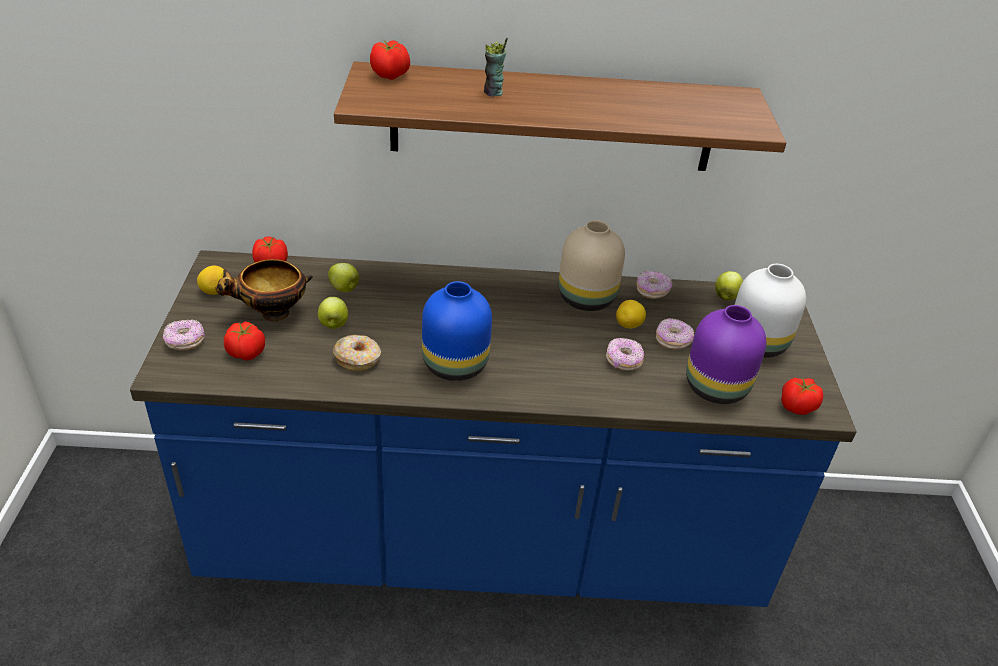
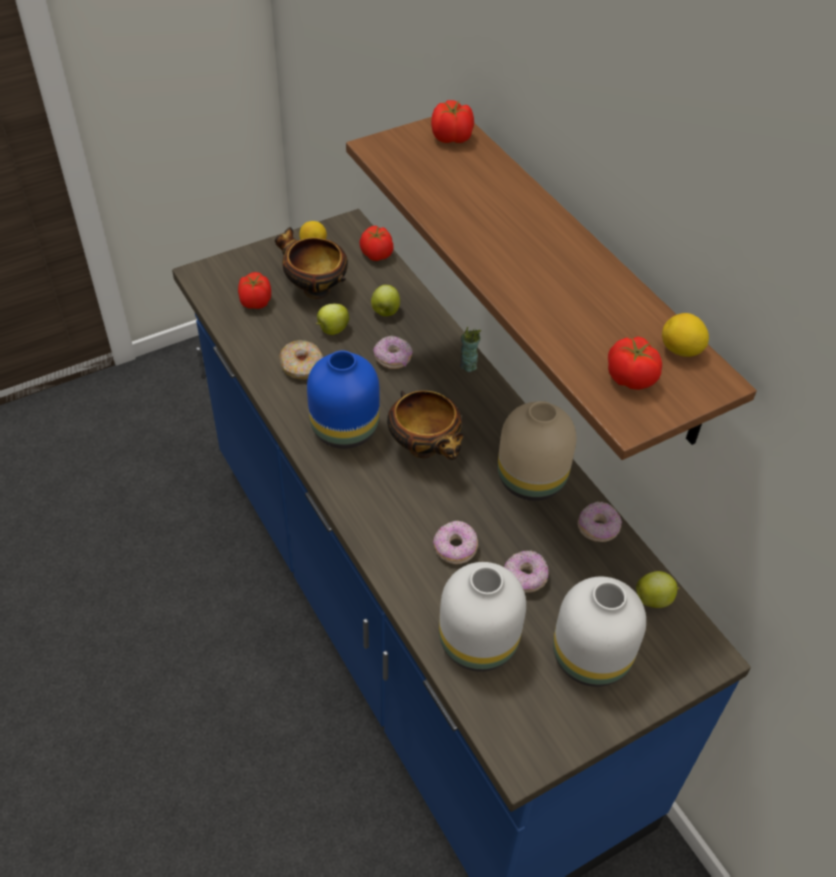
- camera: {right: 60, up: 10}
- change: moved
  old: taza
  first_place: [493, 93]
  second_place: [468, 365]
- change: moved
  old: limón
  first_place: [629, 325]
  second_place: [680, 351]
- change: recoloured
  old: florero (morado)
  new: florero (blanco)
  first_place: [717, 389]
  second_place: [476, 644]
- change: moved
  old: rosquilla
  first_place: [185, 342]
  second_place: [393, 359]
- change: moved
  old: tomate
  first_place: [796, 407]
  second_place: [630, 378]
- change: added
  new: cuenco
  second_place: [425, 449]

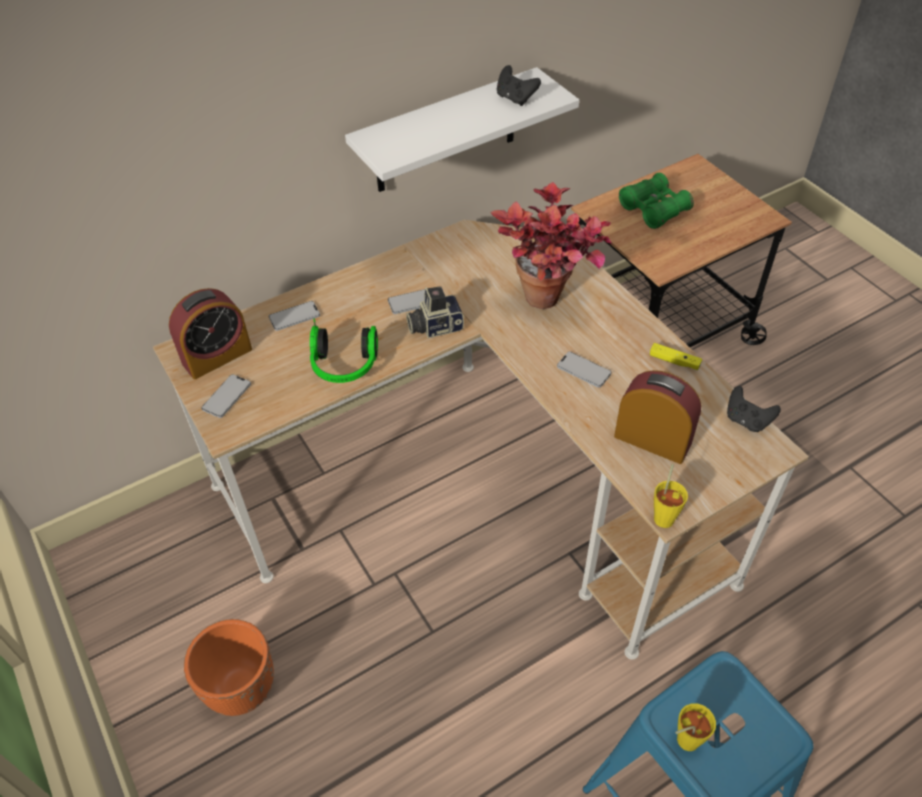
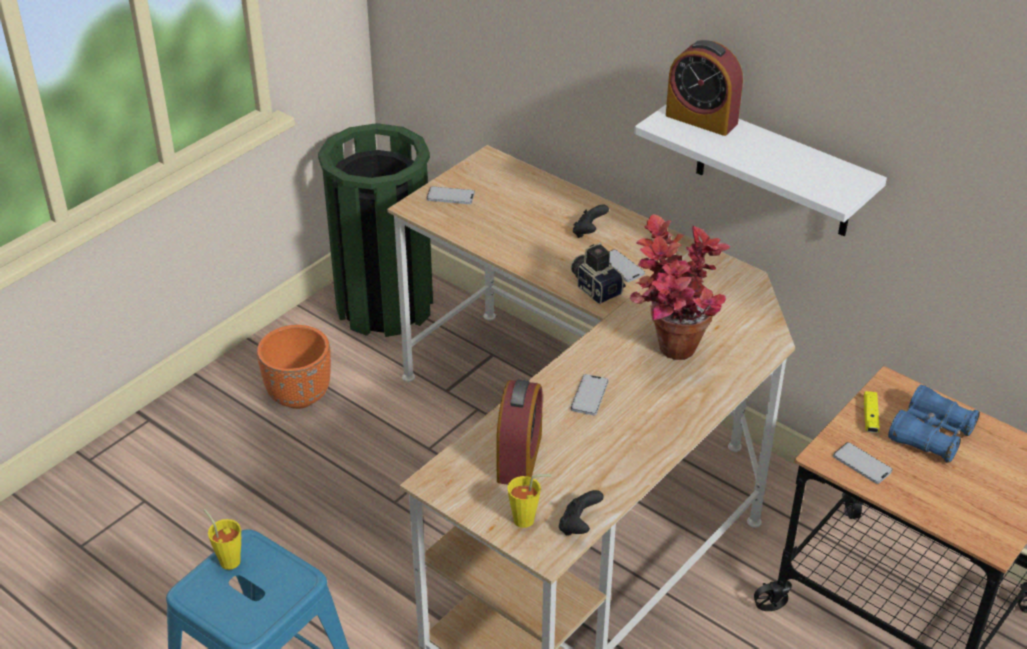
- camera: {right: 70, up: -10}
- change: moved
  old: mando de consola (negro)
  first_place: [515, 98]
  second_place: [588, 232]
- change: recoloured
  old: prismáticos (verde)
  new: prismáticos (azul)
  first_place: [654, 209]
  second_place: [930, 435]
- change: moved
  old: despertador
  first_place: [217, 356]
  second_place: [701, 119]
- change: moved
  old: móvil
  first_place: [294, 316]
  second_place: [862, 464]
- change: removed
  old: auriculares
  first_place: [344, 366]
- change: moved
  old: mando de consola (amarillo)
  first_place: [674, 361]
  second_place: [870, 417]
- change: moved
  old: taza (amarillo)
  first_place: [665, 515]
  second_place: [529, 520]
- change: added
  new: papelera (verde)
  second_place: [385, 306]

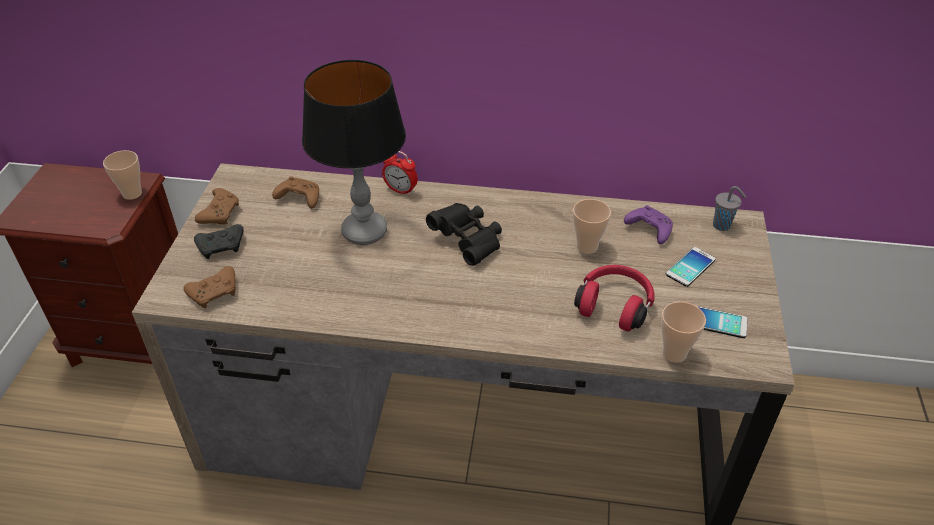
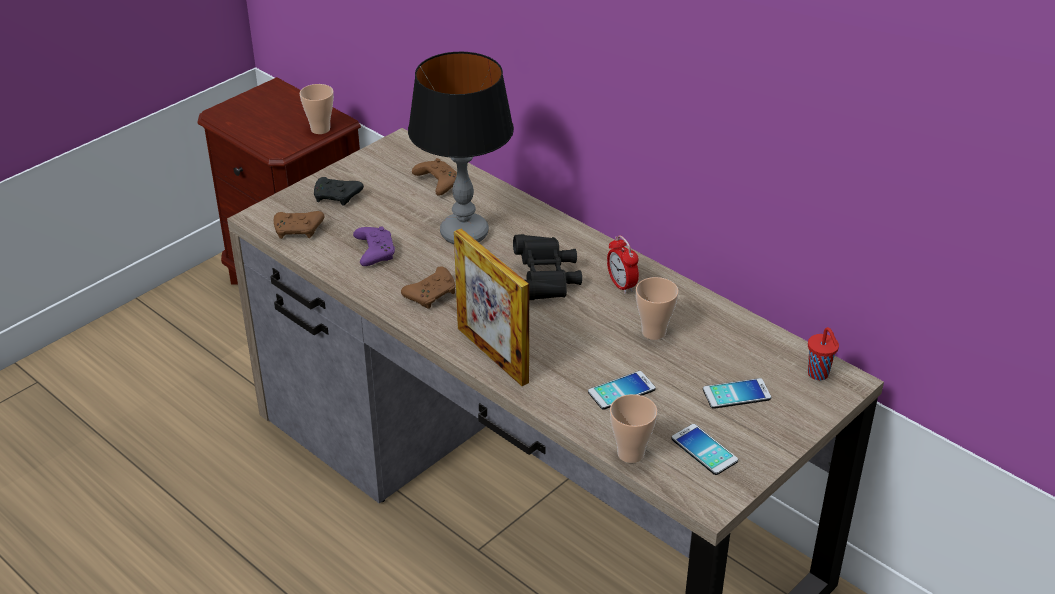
- camera: {right: 35, up: -5}
- change: moved
  old: despertador
  first_place: [401, 190]
  second_place: [621, 285]
- change: recoloured
  old: taza (gris)
  new: taza (rojo)
  first_place: [722, 226]
  second_place: [819, 374]
- change: moved
  old: mando de consola (marrón)
  first_place: [220, 213]
  second_place: [432, 294]
- change: moved
  old: mando de consola (morado)
  first_place: [648, 229]
  second_place: [374, 252]
- change: replaced
  old: auriculares (rojo)
  new: móvil
  first_place: [614, 305]
  second_place: [621, 391]
- change: added
  new: portarretratos
  second_place: [492, 355]

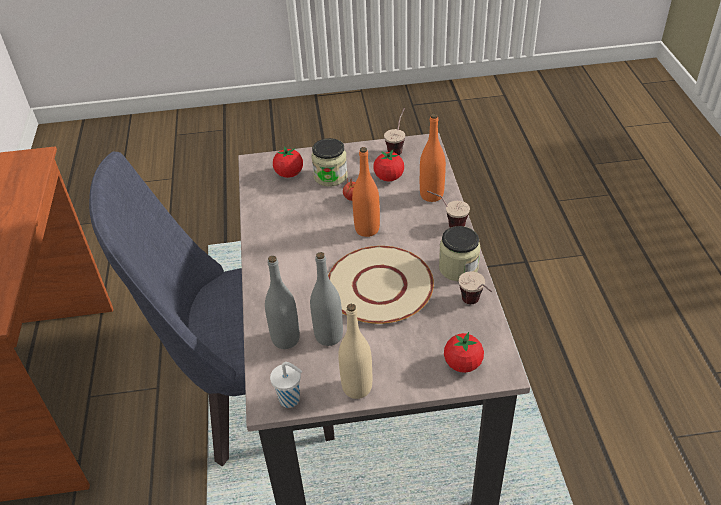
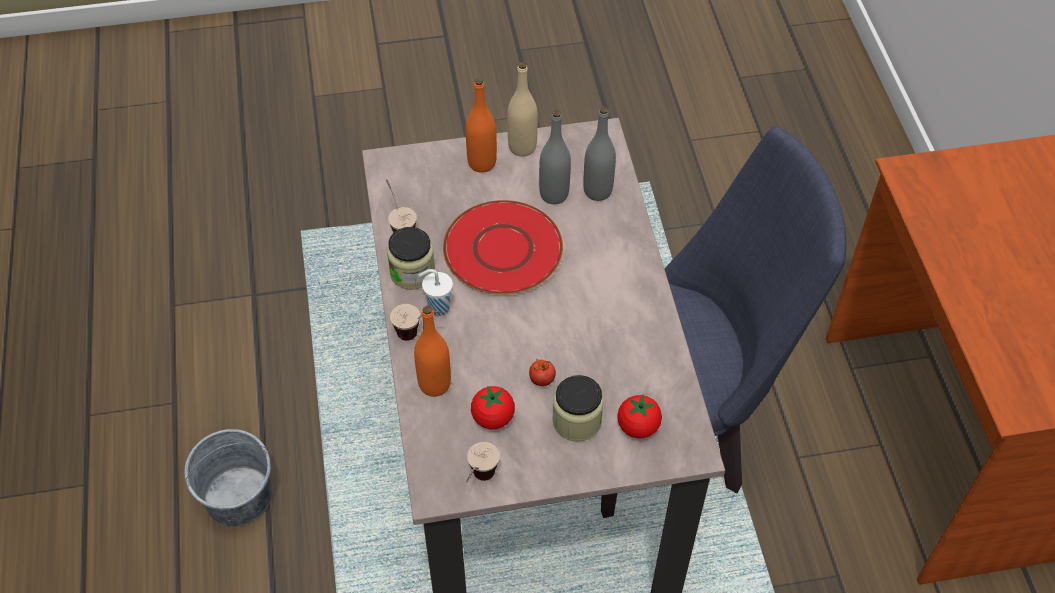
- camera: {right: 175, up: 10}
- change: moved
  old: botella (naranja)
  first_place: [367, 229]
  second_place: [482, 163]
- change: recoloured
  old: plato (beis)
  new: plato (rojo)
  first_place: [379, 286]
  second_place: [503, 250]
- change: removed
  old: tomate
  first_place: [462, 364]
- change: moved
  old: taza (blanco)
  first_place: [291, 400]
  second_place: [437, 307]
- change: added
  new: cubo (gris)
  second_place: [239, 496]

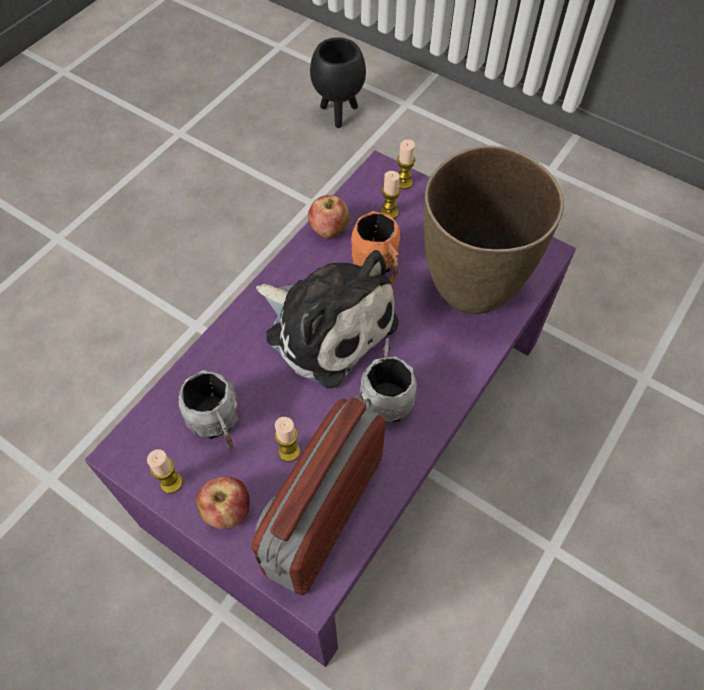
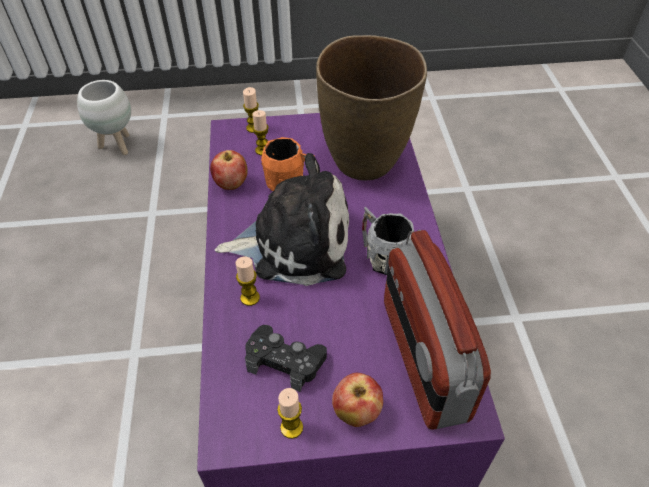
- camera: {right: -40, up: -10}
- change: recoloured
  old: maceta (negro)
  new: maceta (blanco)
  first_place: [338, 114]
  second_place: [117, 146]
- change: replaced
  old: taza grande (gris)
  new: mando de consola (negro)
  first_place: [217, 426]
  second_place: [285, 361]
- change: moved
  old: vela
  first_place: [289, 451]
  second_place: [250, 298]

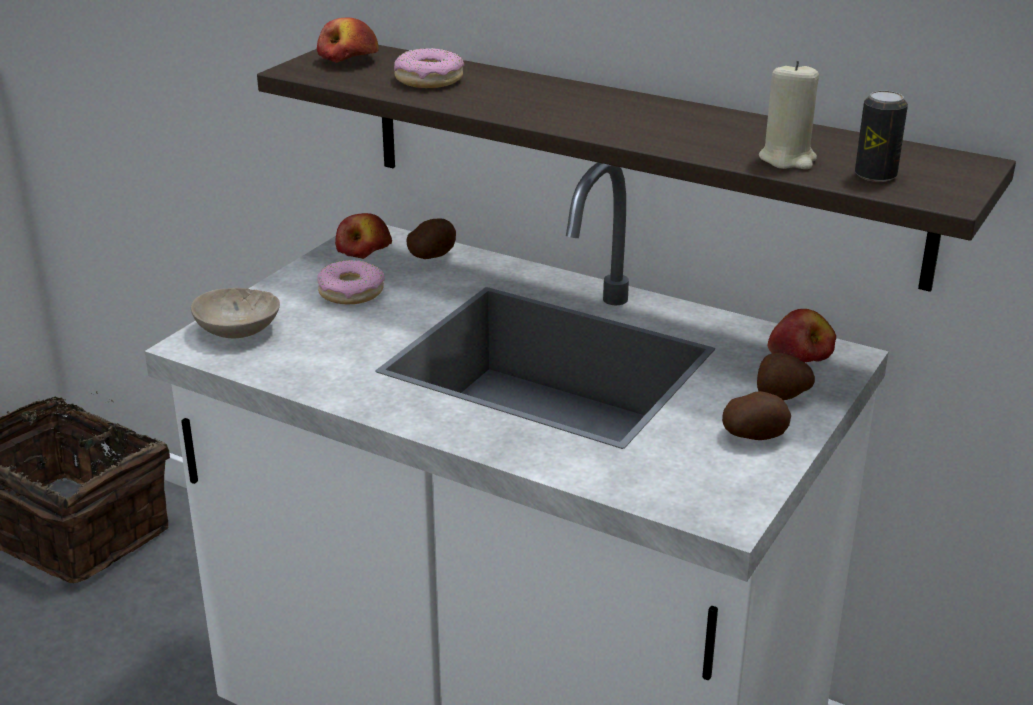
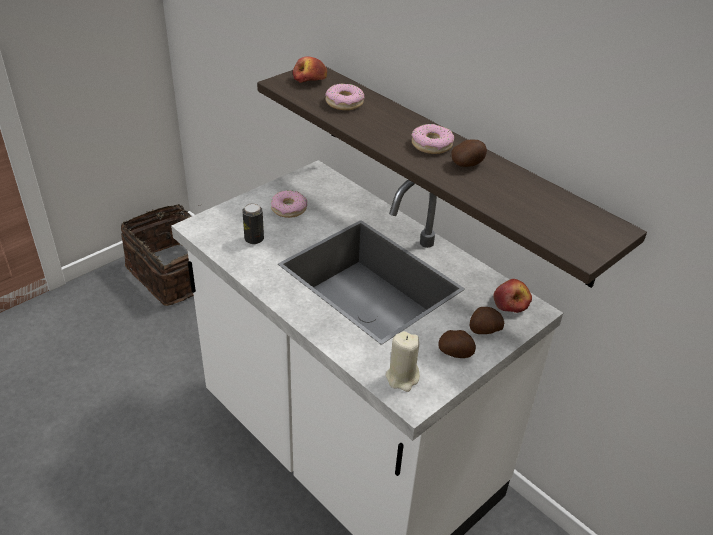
- camera: {right: 15, up: 10}
- change: moved
  old: vela (beis)
  first_place: [787, 159]
  second_place: [402, 377]
- change: moved
  old: lata
  first_place: [875, 175]
  second_place: [254, 239]
- change: removed
  old: manzana
  first_place: [365, 252]
- change: moved
  old: patata
  first_place: [433, 256]
  second_place: [467, 164]
- change: removed
  old: cuenco (beis)
  first_place: [235, 331]
- change: added
  new: rosquilla
  second_place: [431, 145]

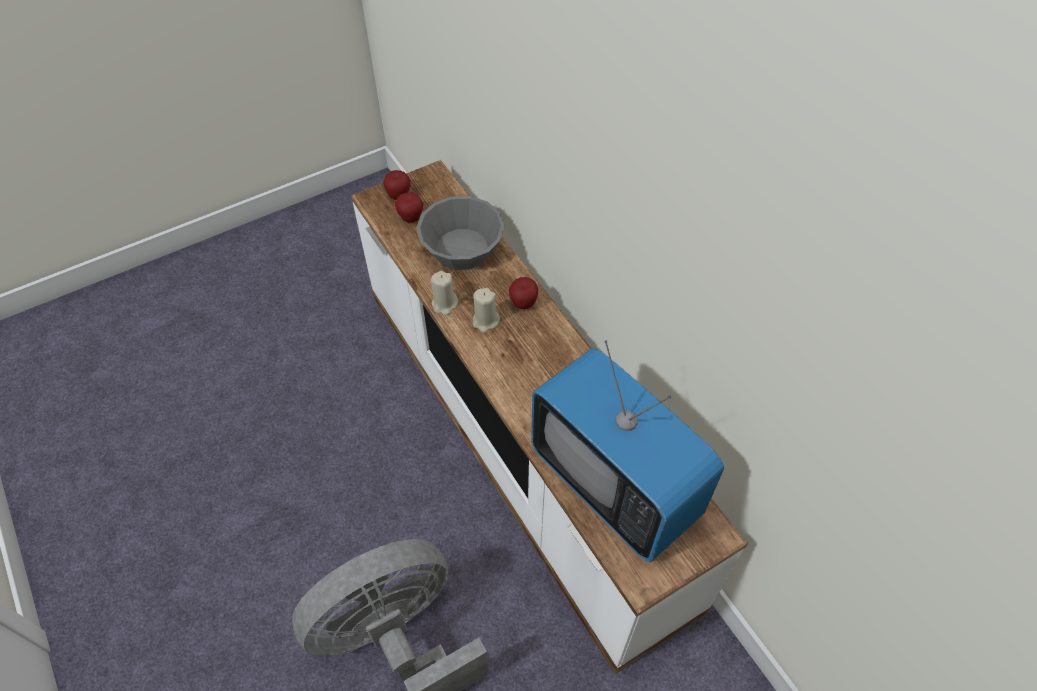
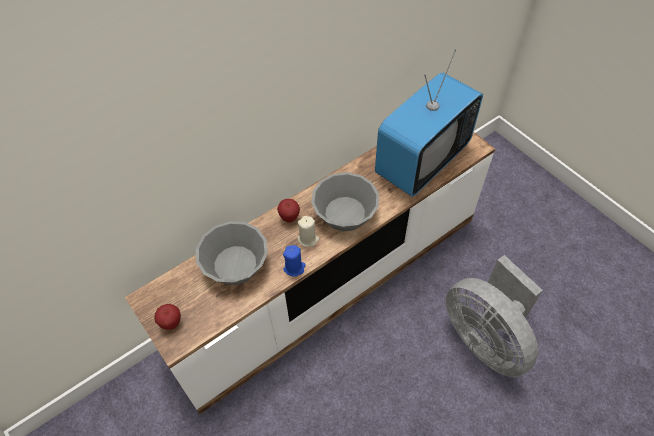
- camera: {right: -95, up: 0}
- change: removed
  old: manzana
  first_place: [411, 218]
- change: recoloured
  old: vela (beis)
  new: vela (azul)
  first_place: [444, 304]
  second_place: [294, 268]
- change: added
  new: cuenco (gris)
  second_place: [345, 213]

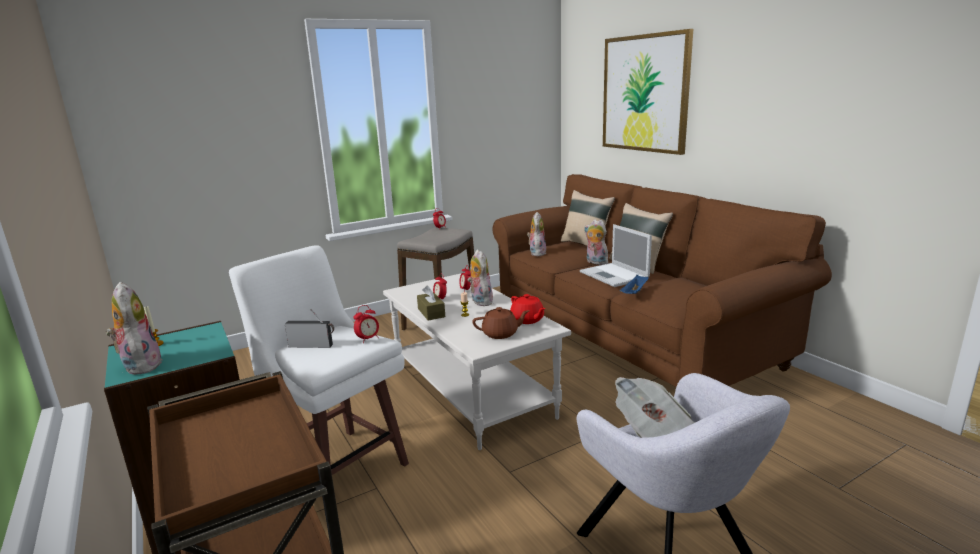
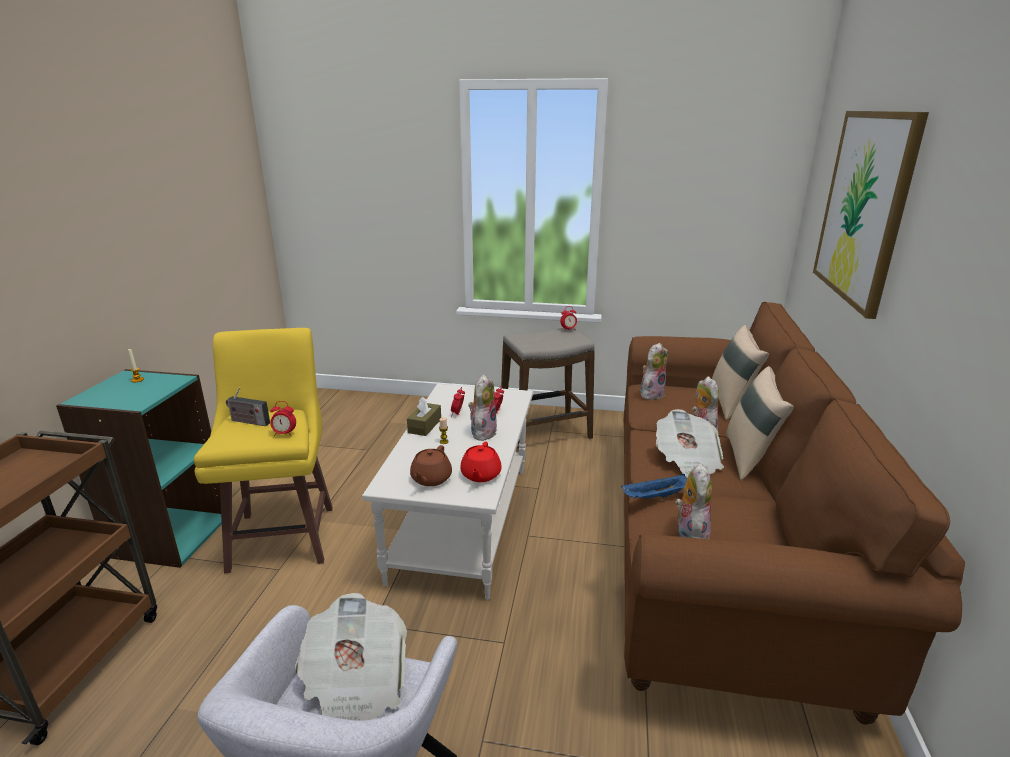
- camera: {right: 40, up: 5}
- change: replaced
  old: portátil
  new: periódico
  first_place: [615, 275]
  second_place: [687, 461]
- change: recoloured
  old: taburete (blanco)
  new: taburete (amarillo)
  first_place: [339, 467]
  second_place: [284, 535]
- change: moved
  old: peluche
  first_place: [140, 365]
  second_place: [689, 534]
- change: turned
  old: tetera (marrón)
  first_place: [501, 334]
  second_place: [430, 479]
  degrees: 75
- change: turned
  old: radio
  first_place: [313, 345]
  second_place: [248, 422]
  degrees: 150

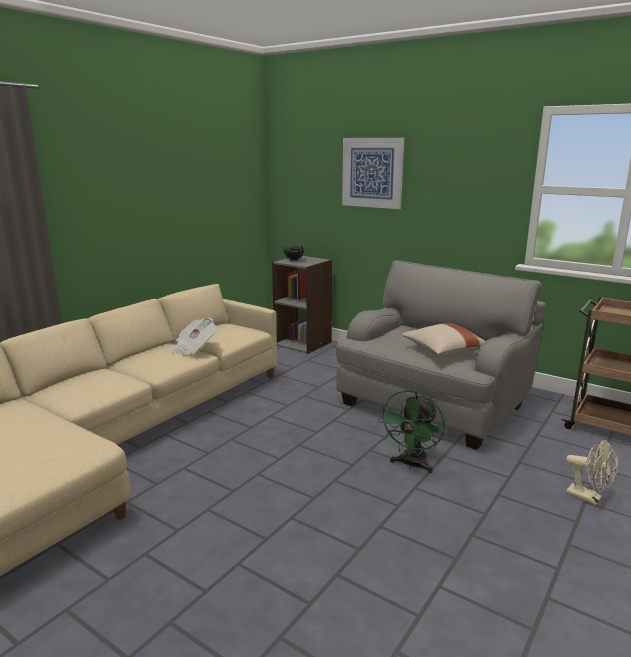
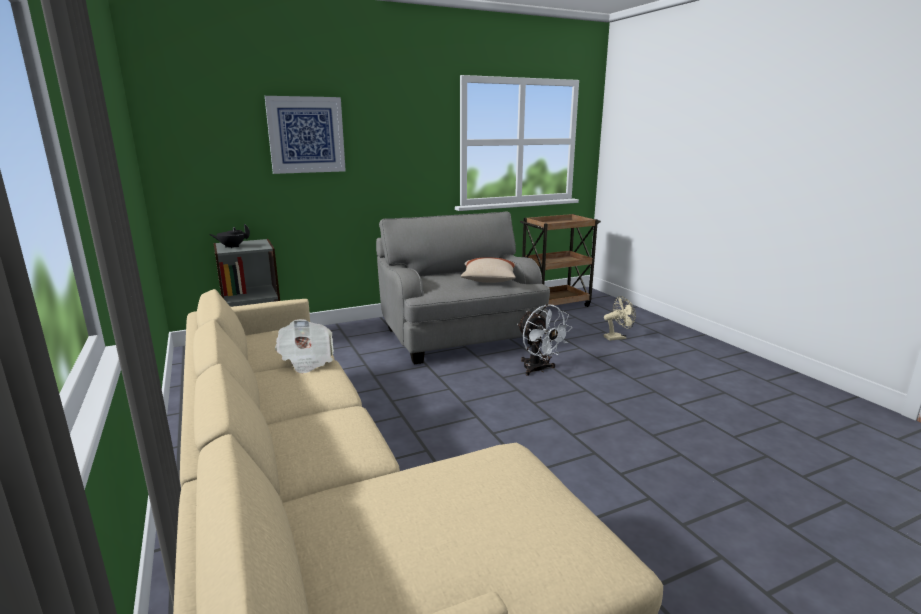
- camera: {right: -60, up: 0}
- change: recoloured
  old: ventilador (verde)
  new: ventilador (blanco)
  first_place: [411, 465]
  second_place: [538, 370]

